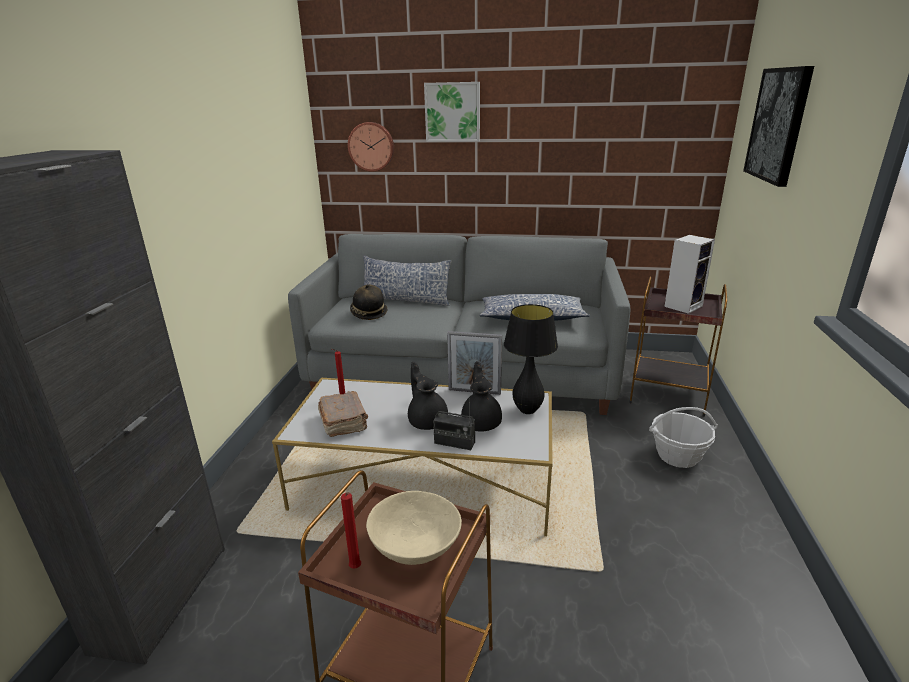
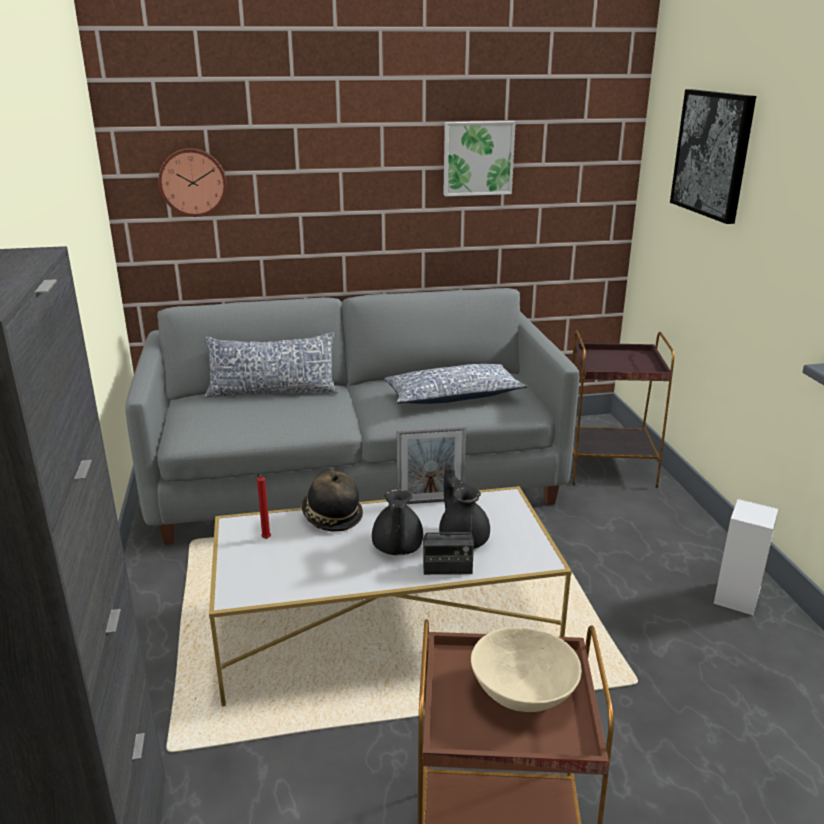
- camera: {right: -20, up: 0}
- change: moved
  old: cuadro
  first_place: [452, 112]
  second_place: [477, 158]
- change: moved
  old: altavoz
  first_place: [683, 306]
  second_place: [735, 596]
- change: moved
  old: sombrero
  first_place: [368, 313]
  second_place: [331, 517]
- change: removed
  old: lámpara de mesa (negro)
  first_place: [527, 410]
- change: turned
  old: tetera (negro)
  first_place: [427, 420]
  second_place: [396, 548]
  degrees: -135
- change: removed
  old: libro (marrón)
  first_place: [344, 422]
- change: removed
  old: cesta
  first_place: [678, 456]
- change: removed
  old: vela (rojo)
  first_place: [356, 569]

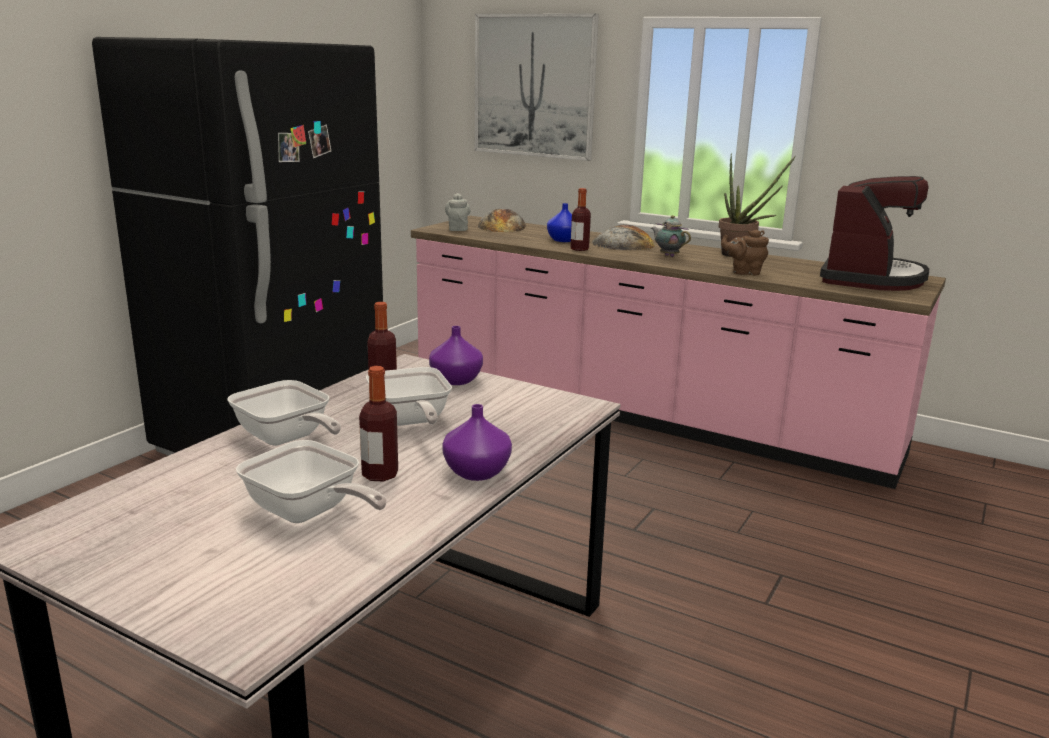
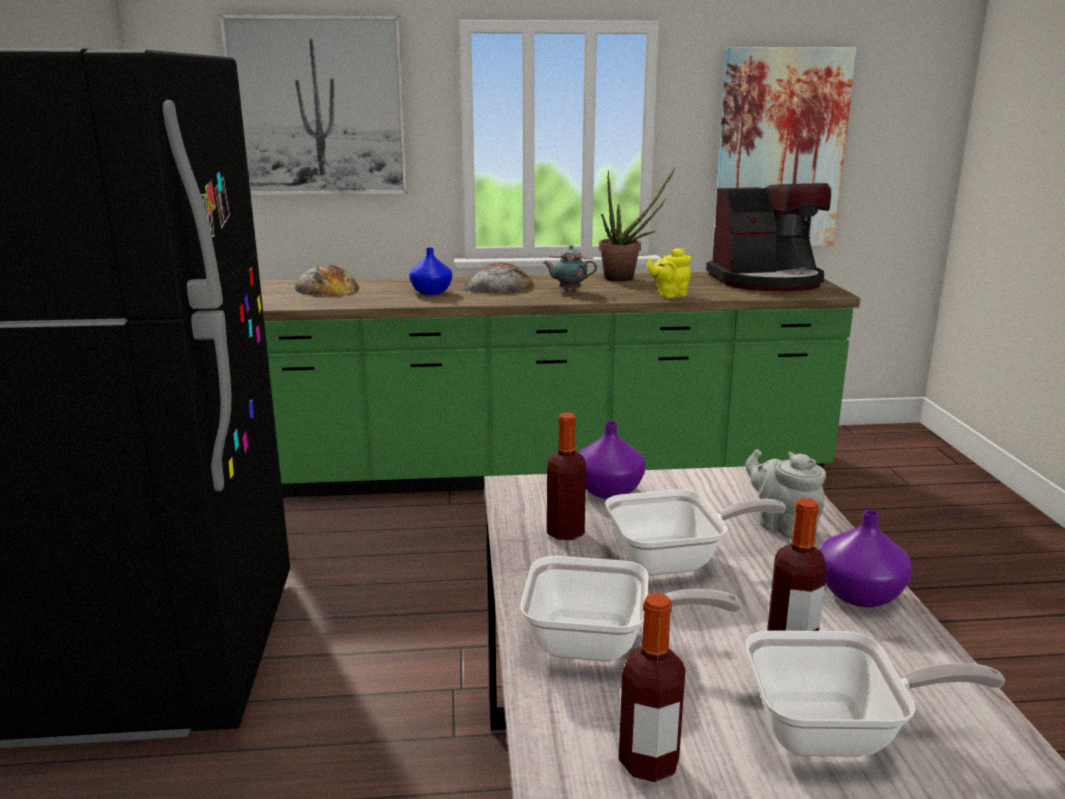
- camera: {right: -35, up: 0}
- change: turned
  old: cafetera
  first_place: [870, 278]
  second_place: [767, 281]
  degrees: 90
- change: moved
  old: botella
  first_place: [579, 249]
  second_place: [648, 762]
- change: moved
  old: tetera (gris)
  first_place: [458, 229]
  second_place: [783, 525]
- change: recoloured
  old: mueble bajo de cocina (rosa)
  new: mueble bajo de cocina (verde)
  first_place: [642, 414]
  second_place: [544, 472]
- change: recoloured
  old: tetera (marrón)
  new: tetera (amarillo)
  first_place: [744, 272]
  second_place: [669, 295]
- change: turned
  old: sartén
  first_place: [410, 422]
  second_place: [675, 560]
  degrees: -45
- change: added
  new: cuadro
  second_place: [781, 150]

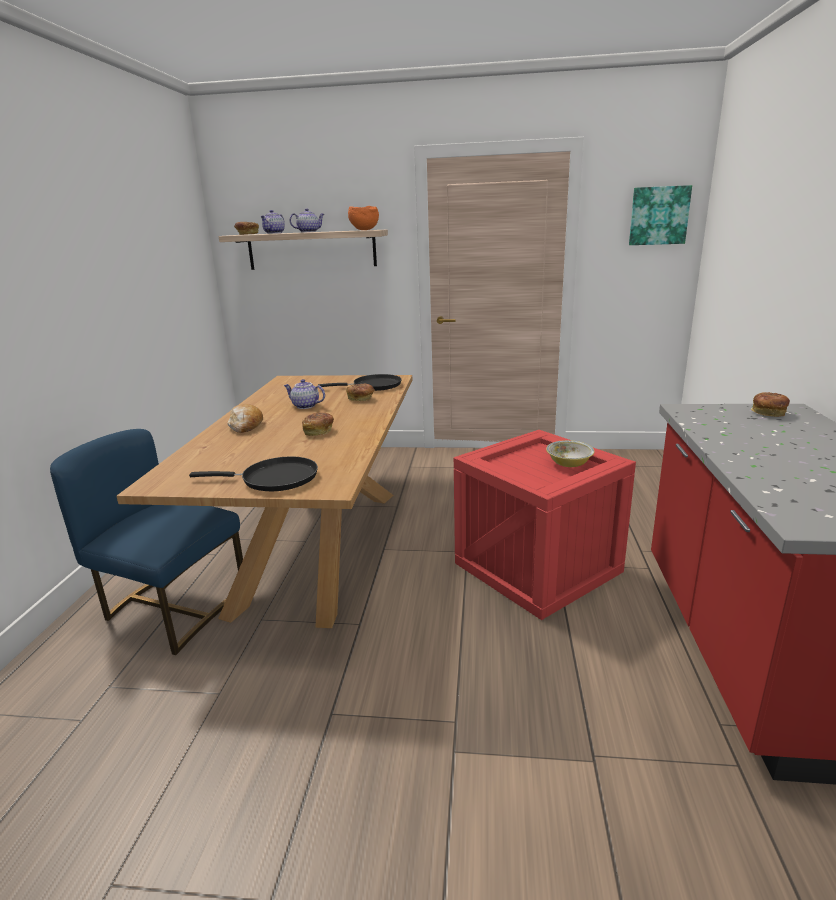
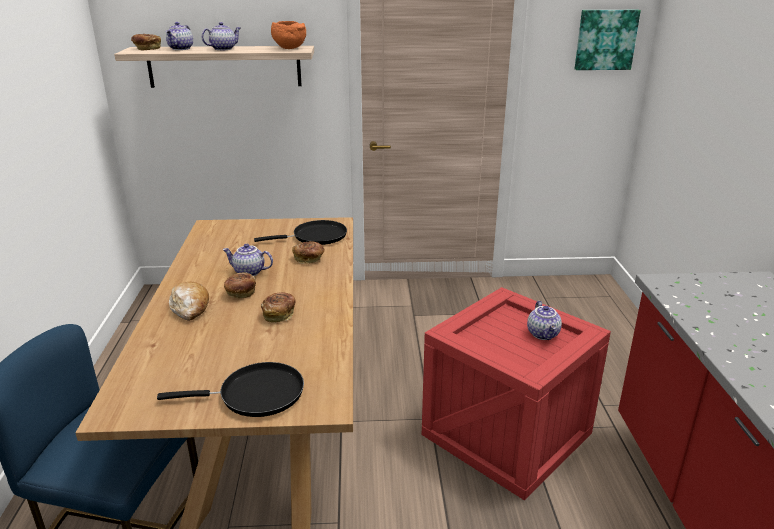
- camera: {right: -10, up: 5}
- change: moved
  old: pan
  first_place: [768, 413]
  second_place: [240, 293]
- change: replaced
  old: cuenco
  new: tetera
  first_place: [569, 464]
  second_place: [543, 334]

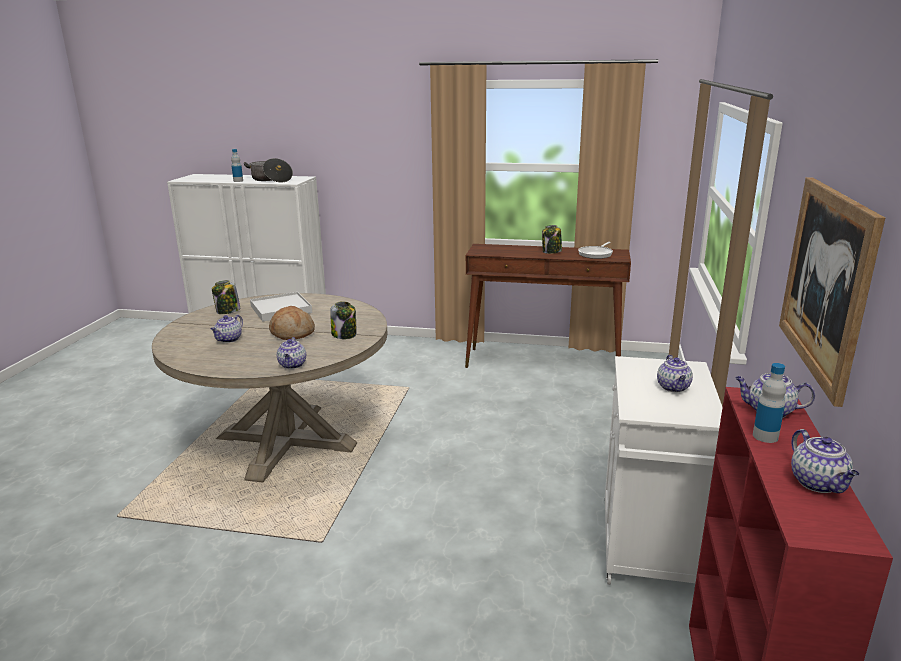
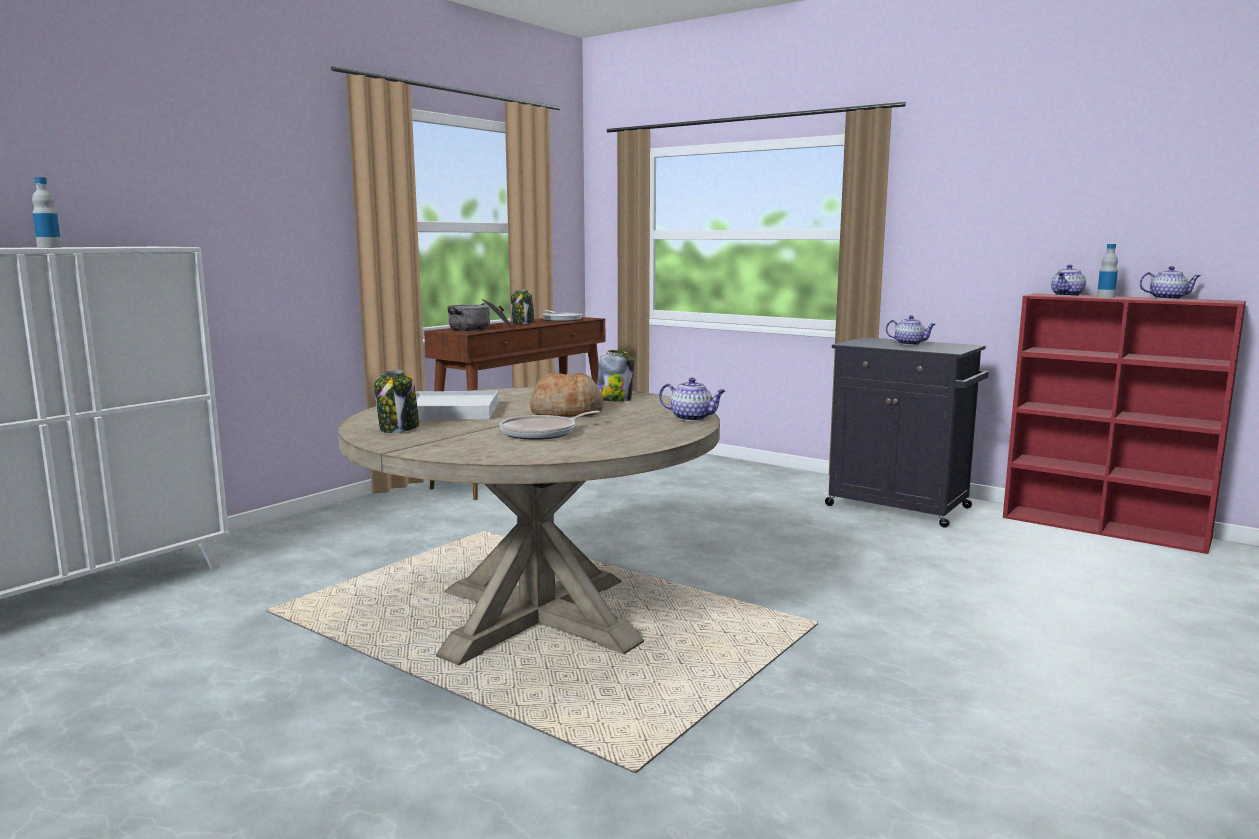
- camera: {right: -65, up: -10}
- change: moved
  old: olla
  first_place: [270, 179]
  second_place: [479, 328]
- change: removed
  old: cuadro
  first_place: [826, 282]
- change: replaced
  old: tetera
  new: sartén
  first_place: [229, 339]
  second_place: [542, 433]
- change: recoloured
  old: armario (blanco)
  new: armario (negro)
  first_place: [648, 547]
  second_place: [901, 507]

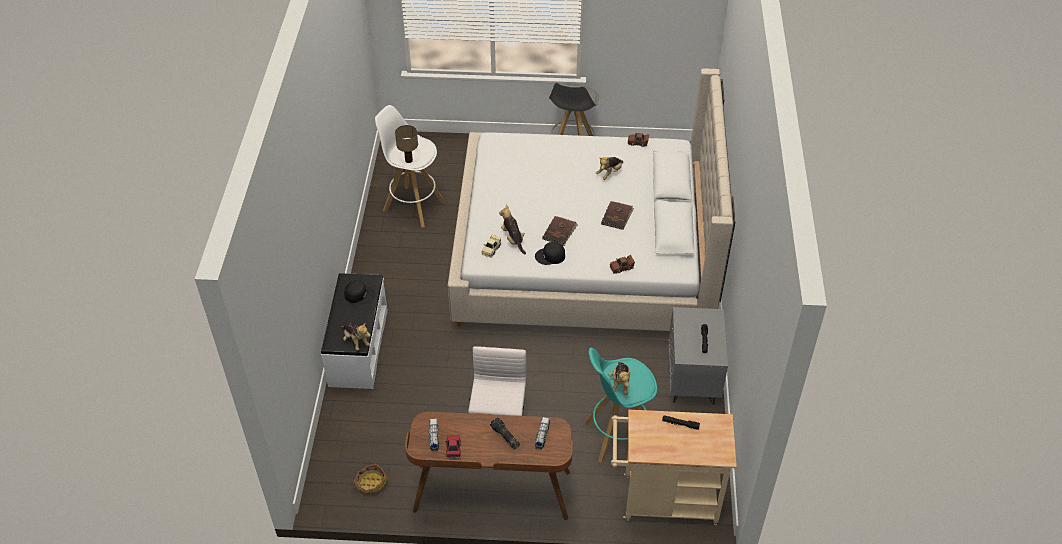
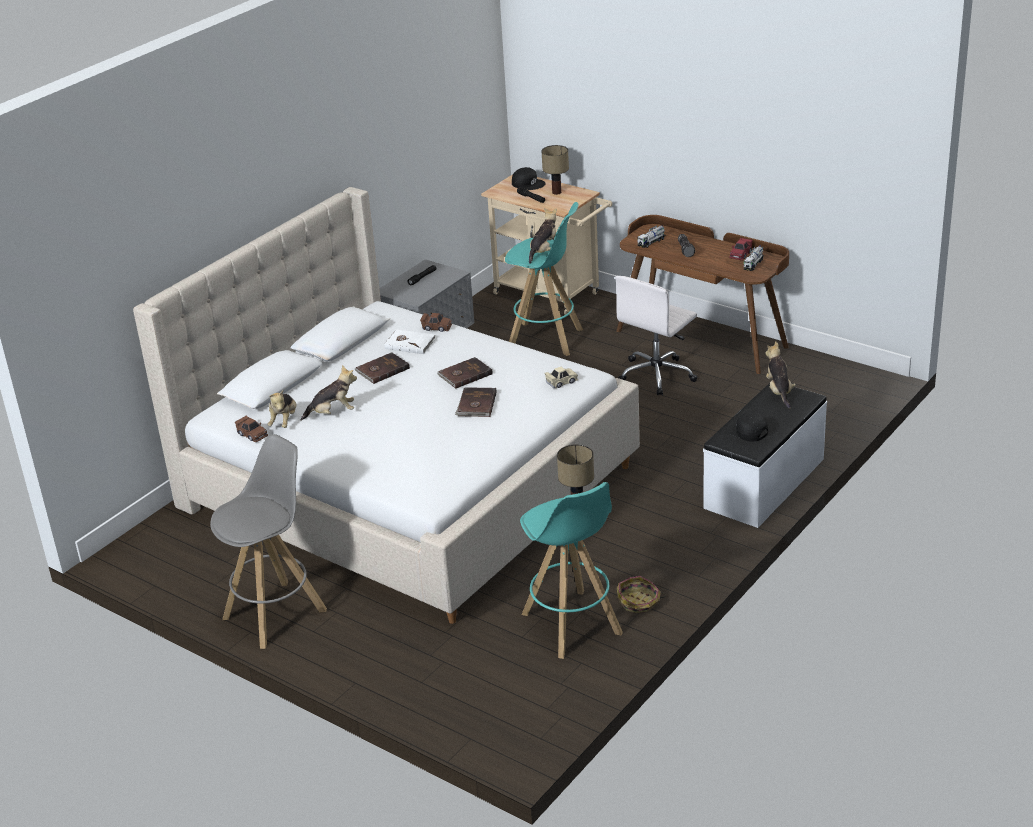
- camera: {right: -145, up: -15}
- change: recoloured
  old: taburete (blanco)
  new: taburete (turquesa)
  first_place: [413, 206]
  second_place: [572, 624]
- change: moved
  old: peluche
  first_place: [513, 239]
  second_place: [284, 421]
- change: moved
  old: gorra (negro)
  first_place: [550, 256]
  second_place: [528, 183]
- change: moved
  old: cesta
  first_place: [371, 483]
  second_place: [639, 602]
- change: added
  new: lámpara de mesa
  second_place: [556, 192]
- change: added
  new: libro (blanco)
  second_place: [410, 343]
- change: added
  new: libro (marrón)
  second_place: [476, 404]

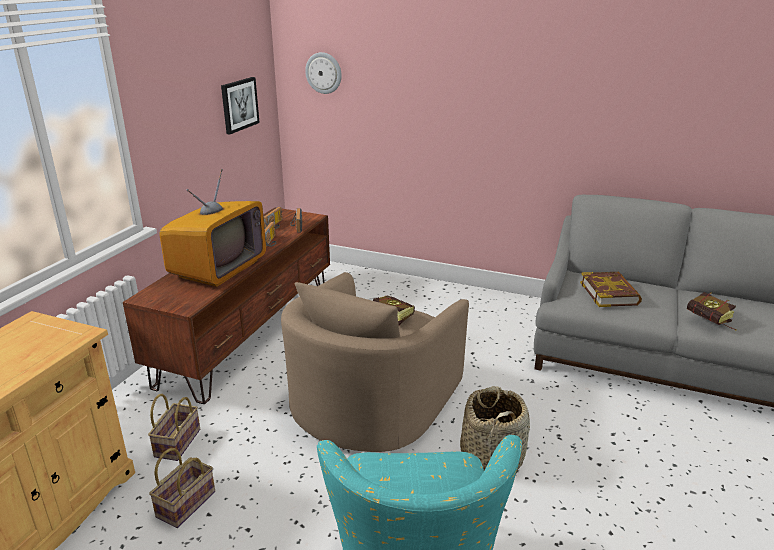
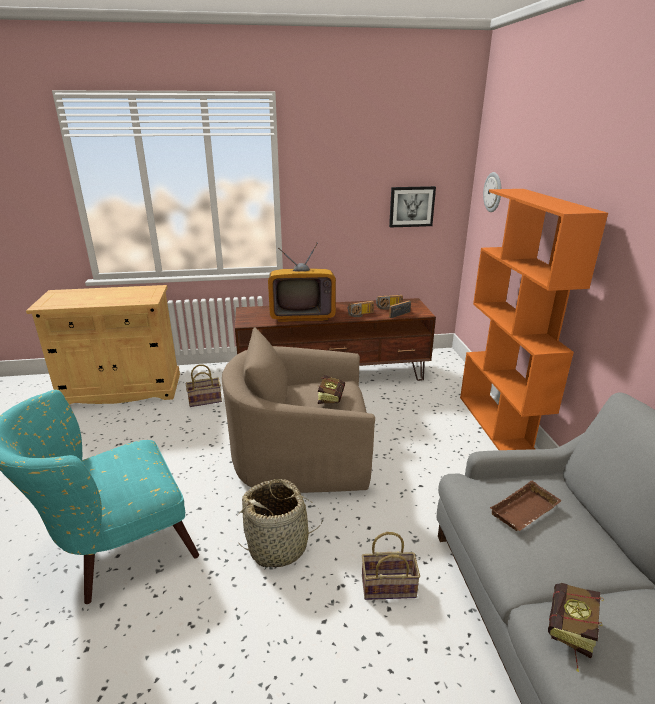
- camera: {right: 60, up: 0}
- change: replaced
  old: libro
  new: bandeja (marrón)
  first_place: [609, 293]
  second_place: [525, 512]
- change: moved
  old: cesta
  first_place: [186, 503]
  second_place: [389, 586]
- change: added
  new: estantería (naranja)
  second_place: [499, 427]

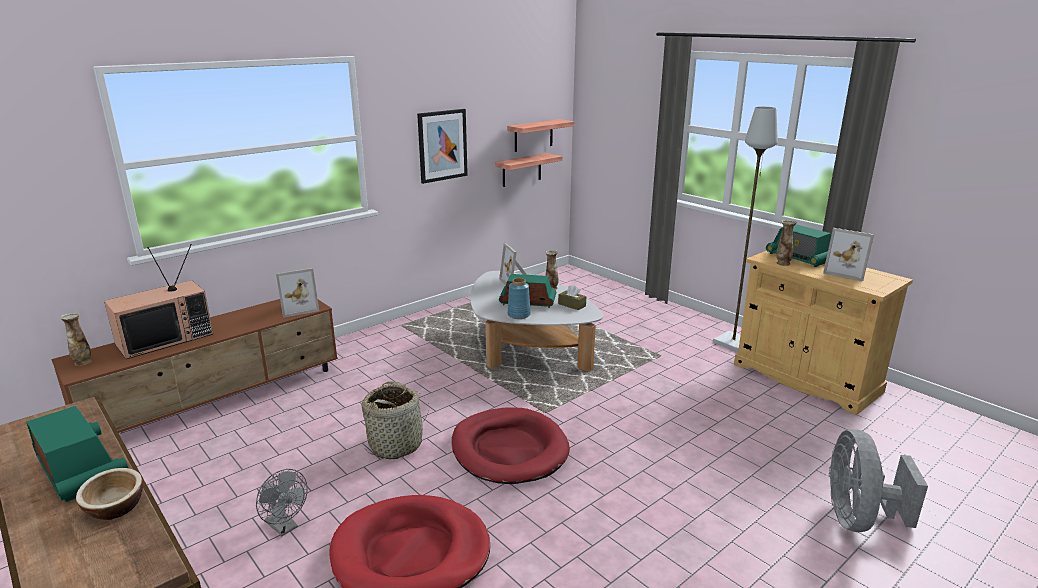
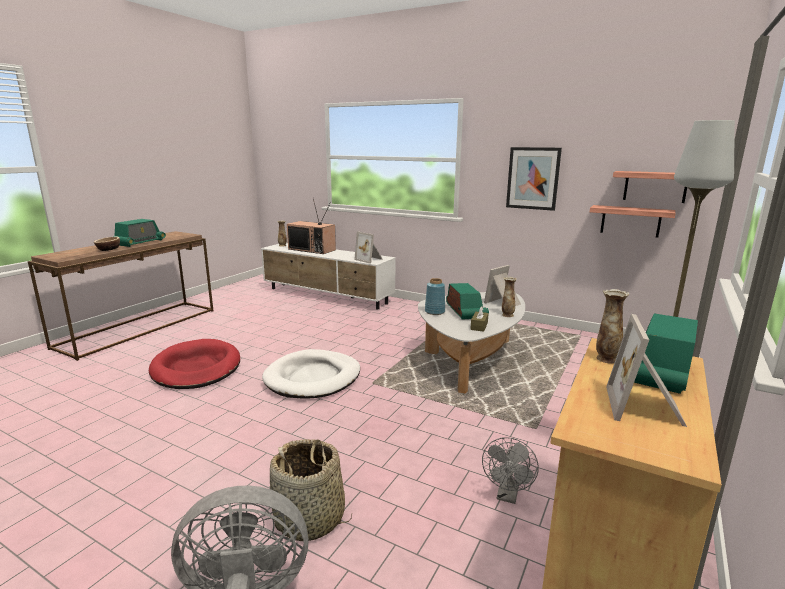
- camera: {right: 70, up: -5}
- change: recoloured
  old: mueble de televisión (marrón)
  new: mueble de televisión (blanco)
  first_place: [218, 401]
  second_place: [327, 296]
- change: moved
  old: cesta
  first_place: [396, 444]
  second_place: [310, 519]
- change: recoloured
  old: cama para perro (rojo)
  new: cama para perro (blanco)
  first_place: [509, 449]
  second_place: [313, 378]
- change: moved
  old: ventilador (gris)
  first_place: [285, 527]
  second_place: [507, 496]

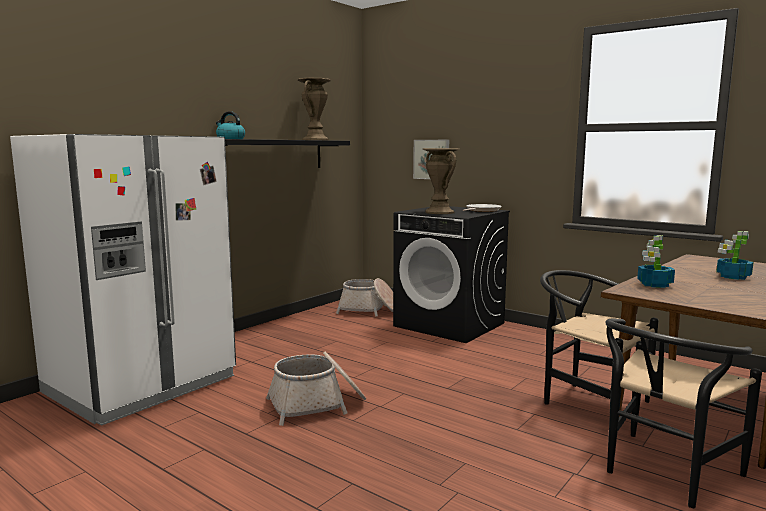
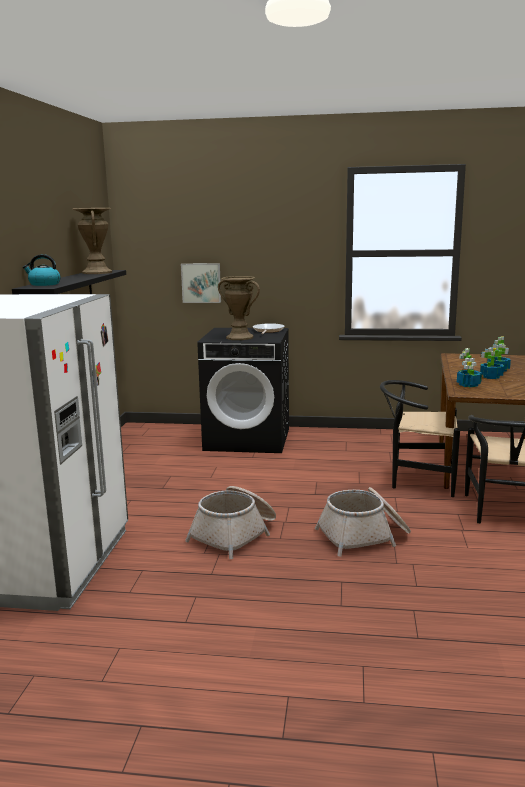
- camera: {right: -30, up: 5}
- change: moved
  old: cesta
  first_place: [369, 310]
  second_place: [364, 536]
- change: added
  new: planta en maceta
  second_place: [490, 377]

